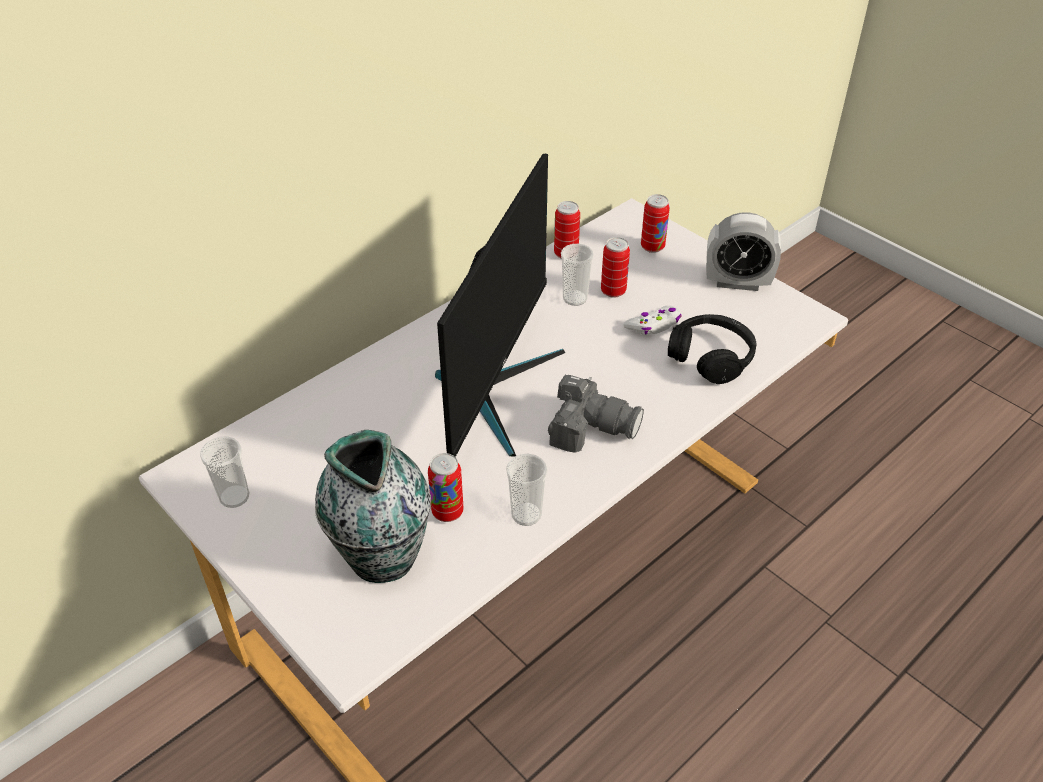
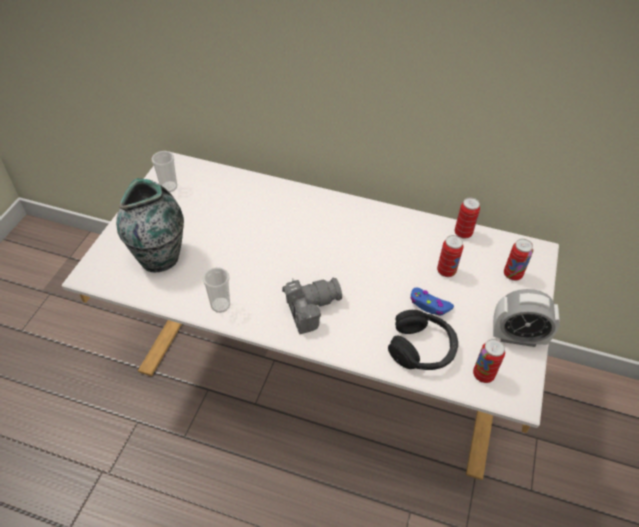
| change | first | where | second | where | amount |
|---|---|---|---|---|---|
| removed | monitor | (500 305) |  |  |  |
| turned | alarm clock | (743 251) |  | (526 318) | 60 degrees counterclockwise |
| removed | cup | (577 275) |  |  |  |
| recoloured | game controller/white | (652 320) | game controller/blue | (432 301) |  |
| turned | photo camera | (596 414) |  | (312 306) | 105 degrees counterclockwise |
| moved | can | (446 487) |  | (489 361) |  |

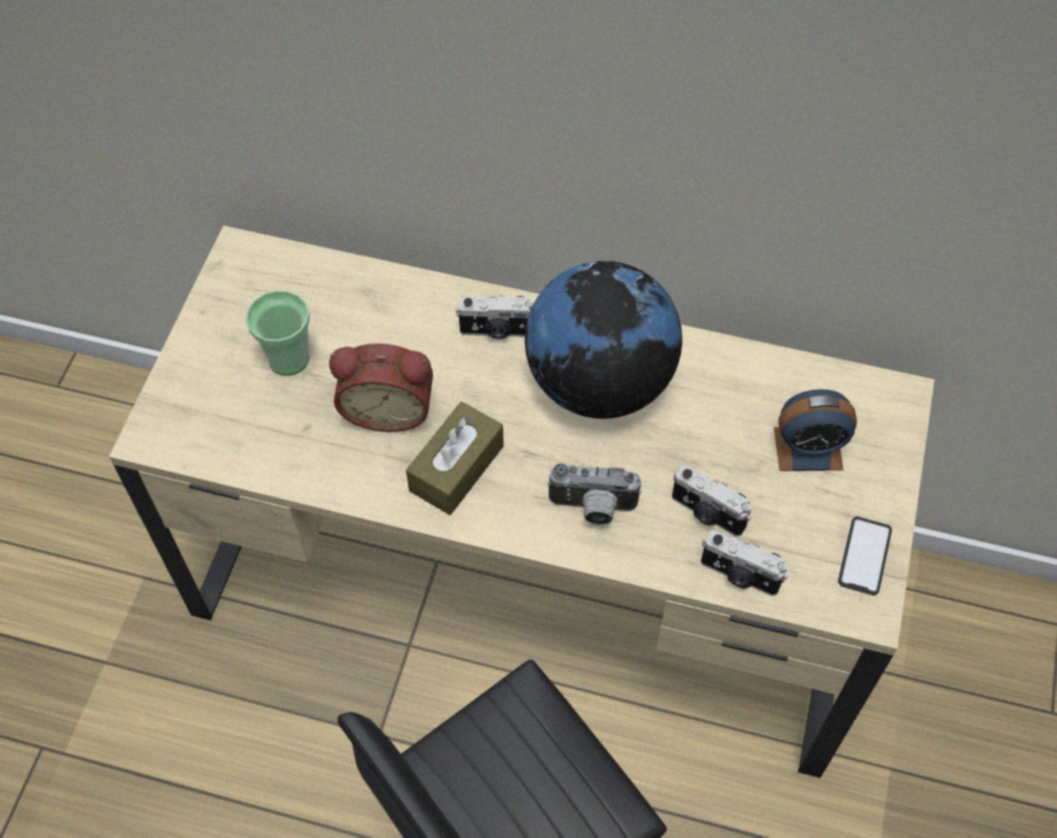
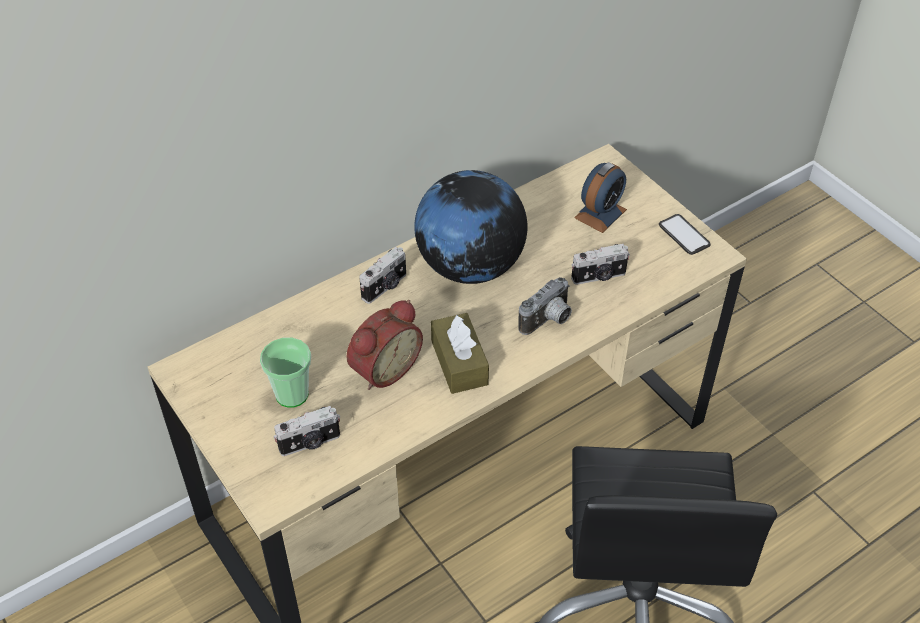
| change | first | where | second | where | amount |
|---|---|---|---|---|---|
| moved | photo camera | (744 563) |  | (306 431) |  |

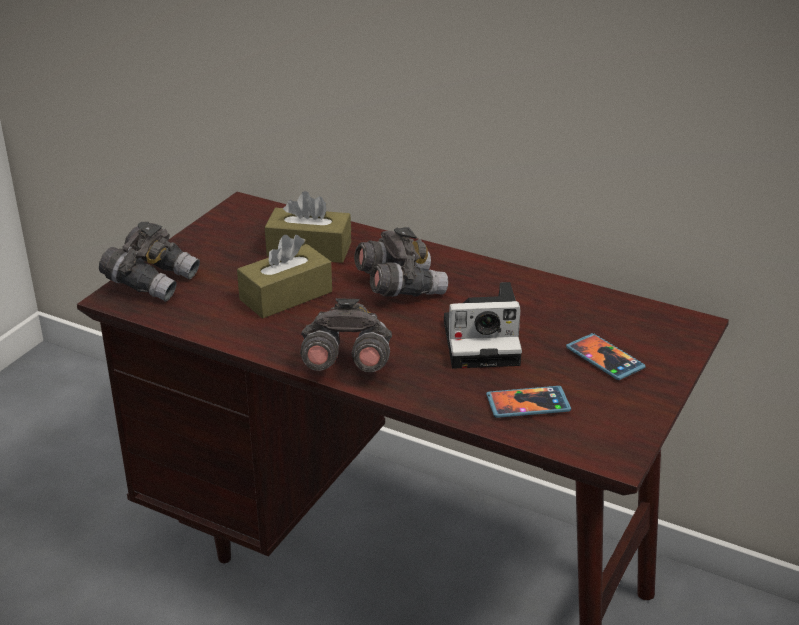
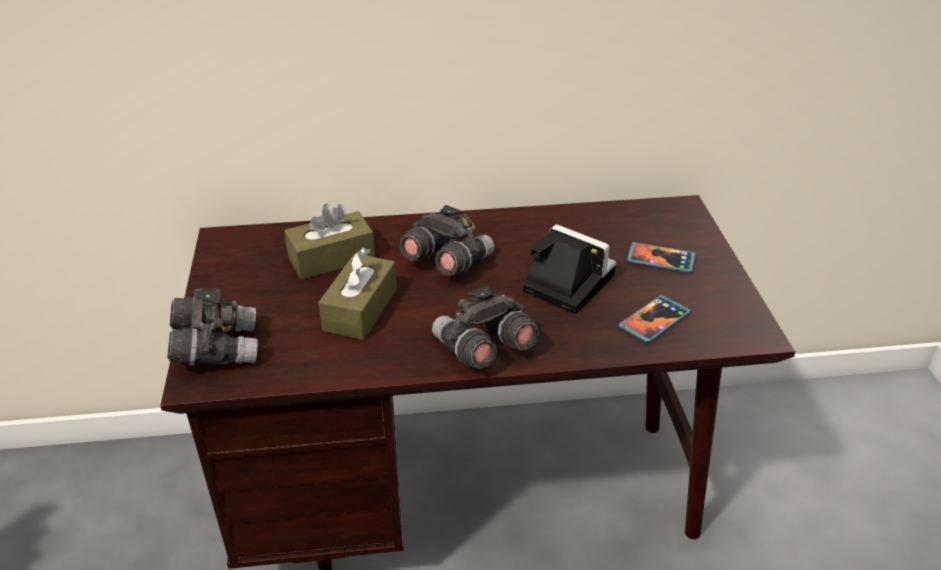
| change | first | where | second | where | amount |
|---|---|---|---|---|---|
| turned | photo camera | (483 325) |  | (569 269) | 105 degrees counterclockwise |

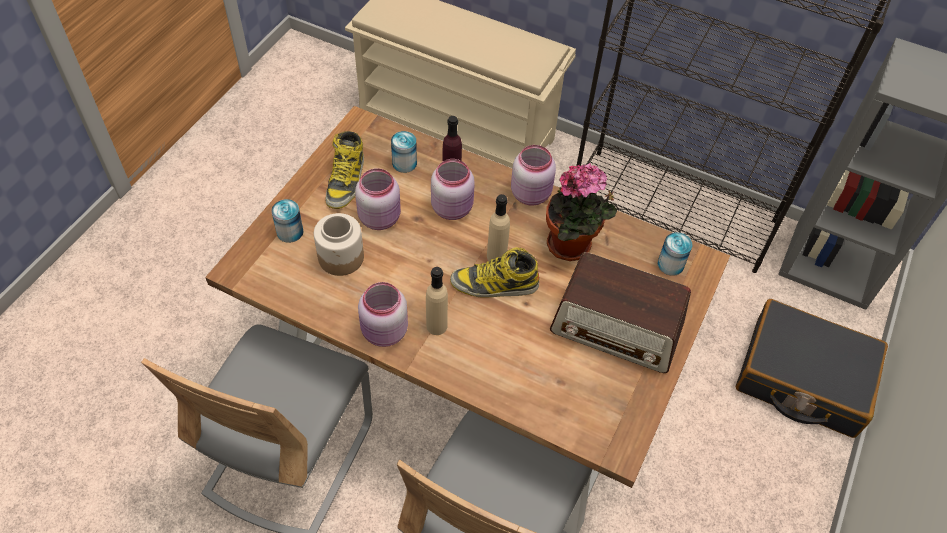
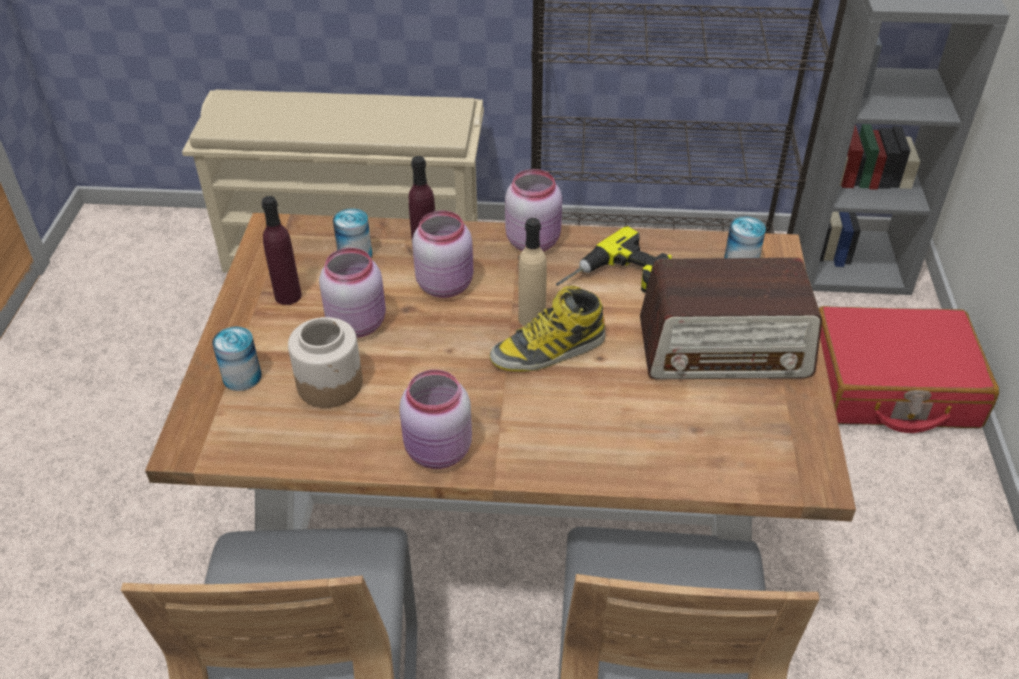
| change | first | where | second | where | amount |
|---|---|---|---|---|---|
| replaced | boot | (345 170) | bottle/purple | (281 250) |  |
| replaced | potted plant | (581 212) | power drill | (614 259) |  |
| removed | bottle/beige | (437 301) |  |  |  |
| recoloured | suitcase/black | (812 368) | suitcase/red | (909 369) |  |

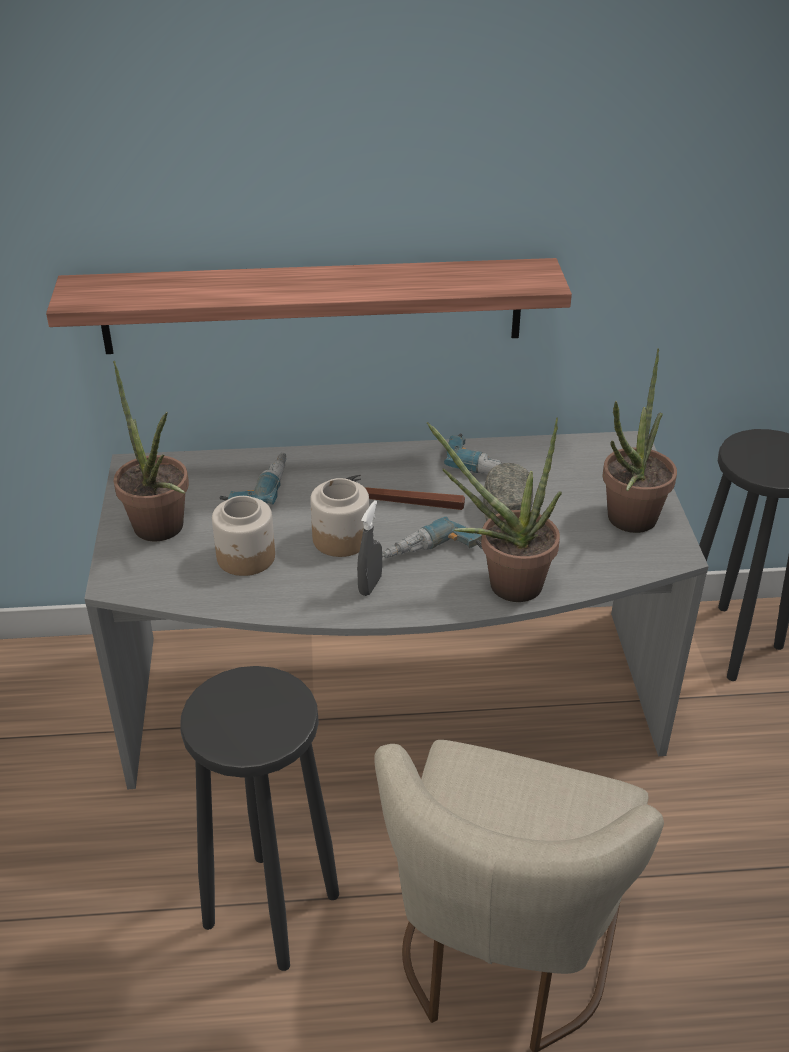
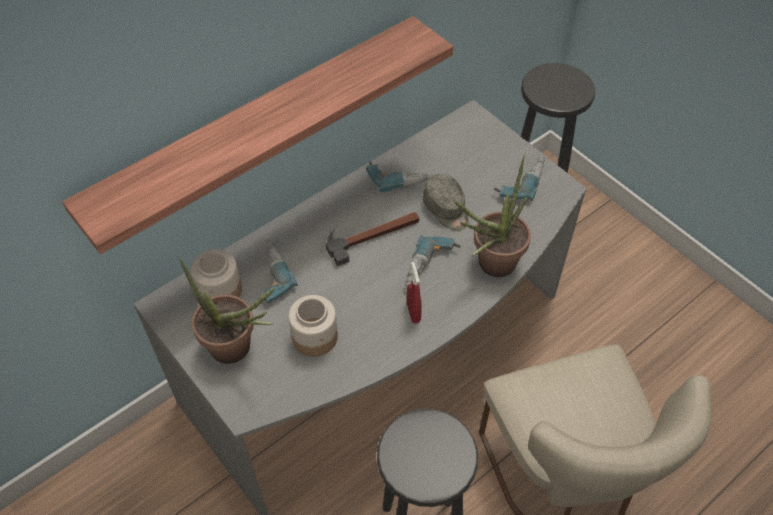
| change | first | where | second | where | amount |
|---|---|---|---|---|---|
| replaced | potted plant | (639 440) | power drill | (519 178) |  |
| moved | jar | (339 517) |  | (216 274) |  |
| recoloured | spray bottle/grey | (369 548) | spray bottle/red | (414 293) |  |

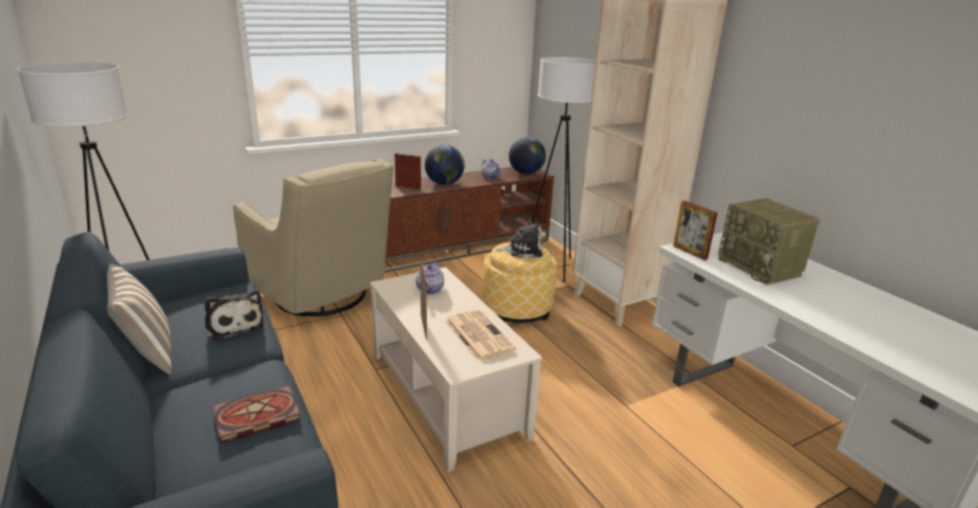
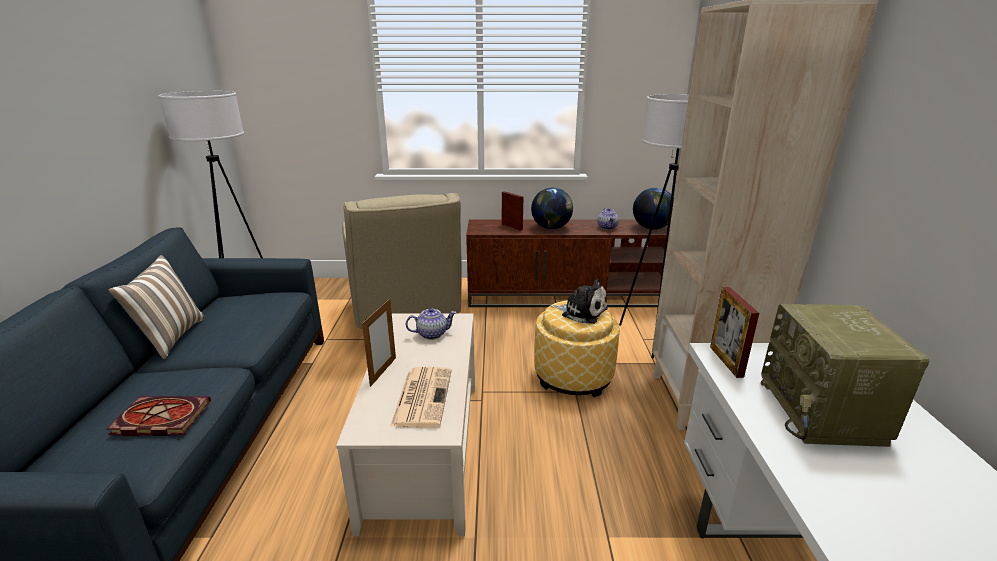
| change | first | where | second | where | amount |
|---|---|---|---|---|---|
| turned | teapot | (430 278) |  | (431 324) | 150 degrees counterclockwise |
| removed | plush toy | (235 315) |  |  |  |

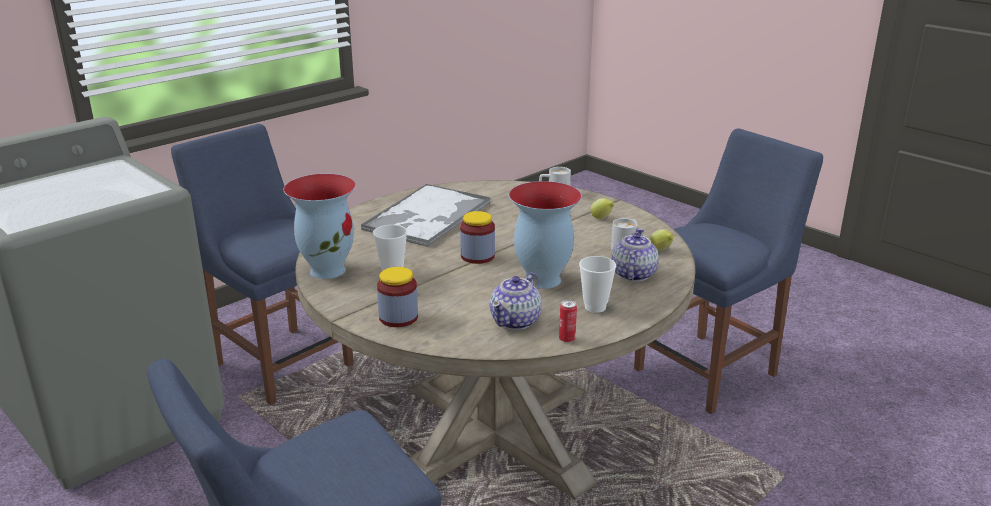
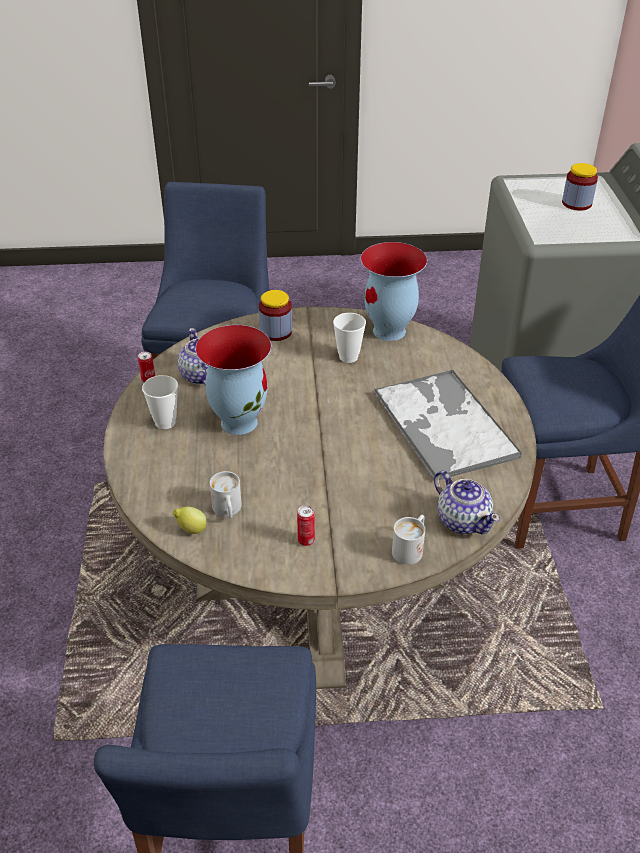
| change | first | where | second | where | amount |
|---|---|---|---|---|---|
| replaced | lemon | (602 208) | can | (306 525) |  |
| moved | jar | (477 237) |  | (580 186) |  |
| moved | teapot | (635 255) |  | (467 502) |  |

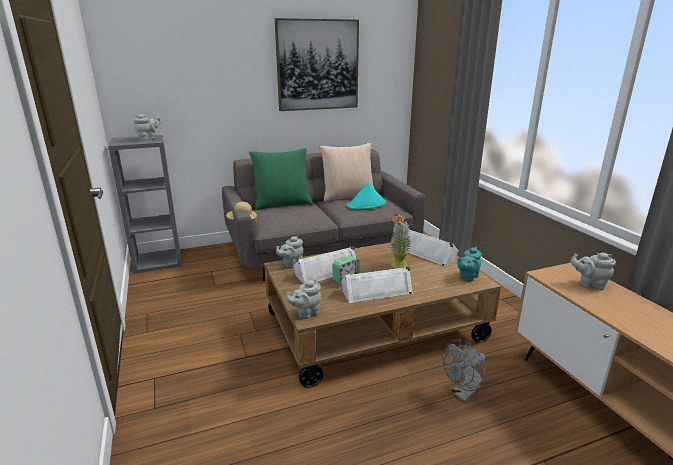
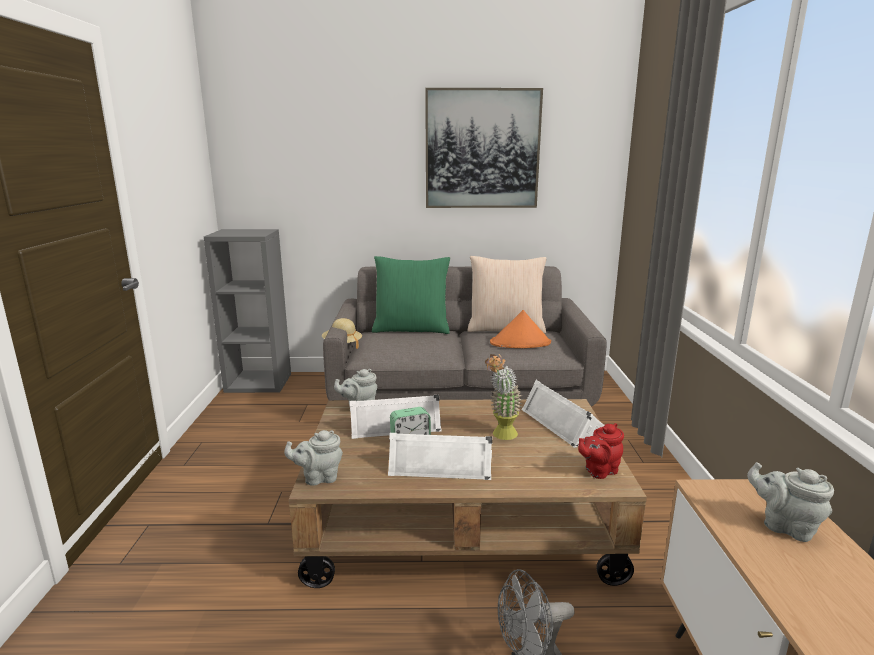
| change | first | where | second | where | amount |
|---|---|---|---|---|---|
| removed | teapot/grey | (147 127) |  |  |  |
| recoloured | hat/turquoise | (366 195) | hat/orange | (520 329) |  |
| recoloured | teapot/turquoise | (469 263) | teapot/red | (601 451) |  |

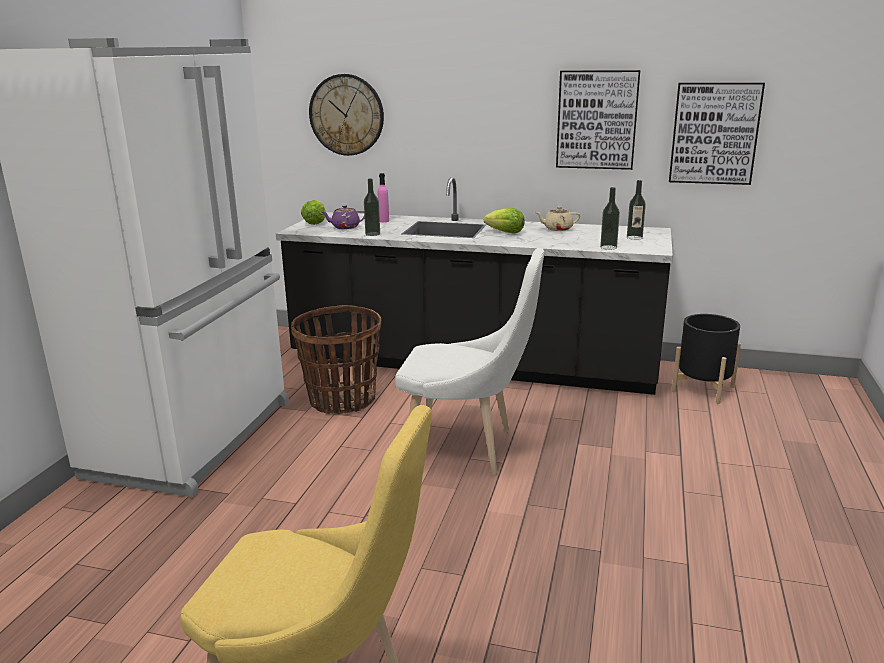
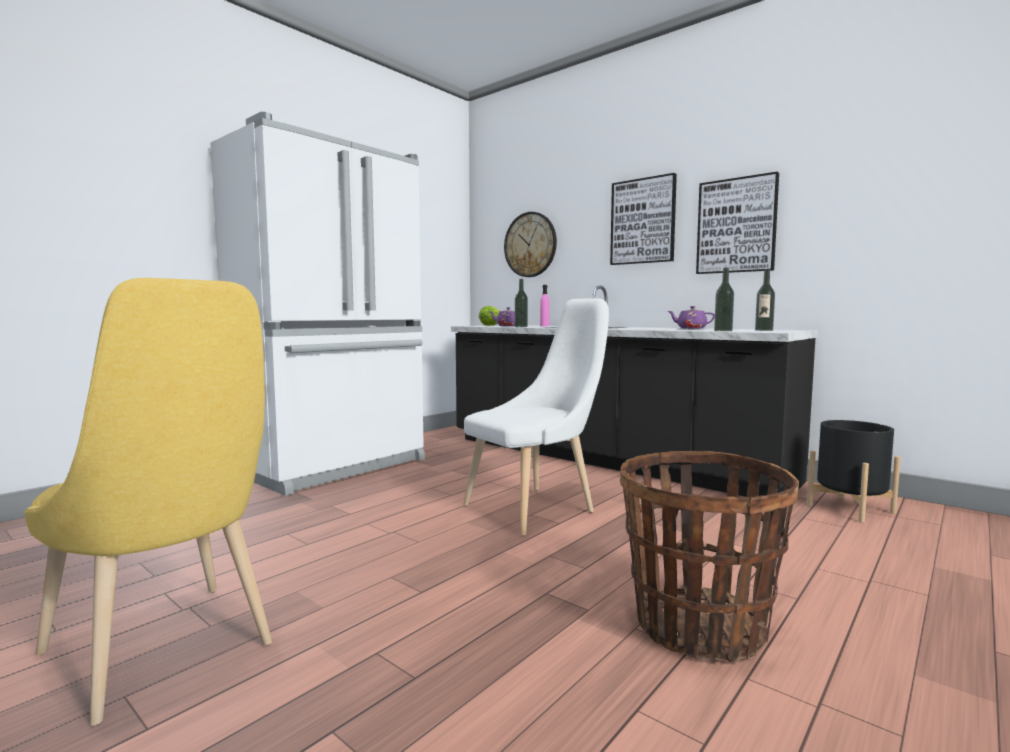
| change | first | where | second | where | amount |
|---|---|---|---|---|---|
| moved | picture | (717 134) |  | (643 219) |  |
| recoloured | teapot/beige | (557 218) | teapot/purple | (691 317) |  |
| removed | lettuce | (504 221) |  |  |  |
| turned | chair/white | (470 361) |  | (536 417) | 75 degrees counterclockwise |
| moved | basket | (336 359) |  | (709 556) |  |

